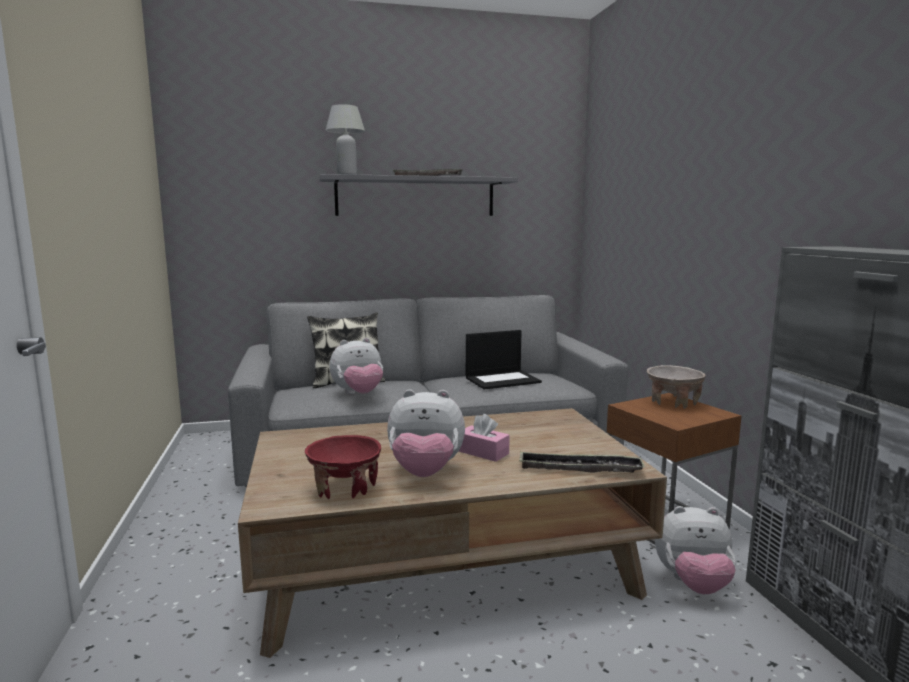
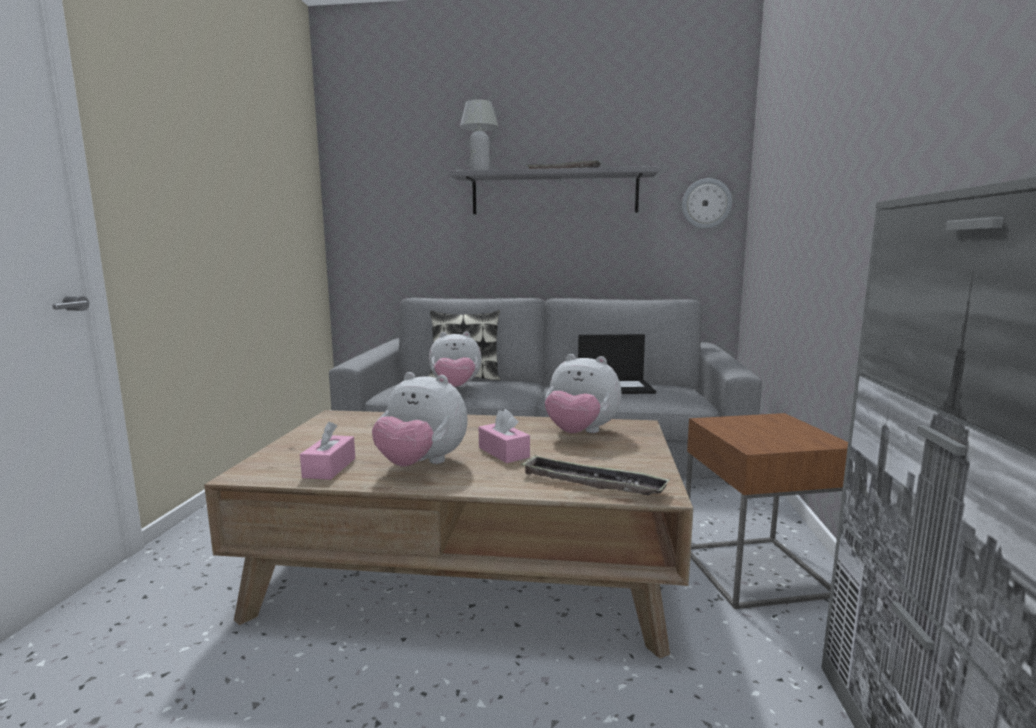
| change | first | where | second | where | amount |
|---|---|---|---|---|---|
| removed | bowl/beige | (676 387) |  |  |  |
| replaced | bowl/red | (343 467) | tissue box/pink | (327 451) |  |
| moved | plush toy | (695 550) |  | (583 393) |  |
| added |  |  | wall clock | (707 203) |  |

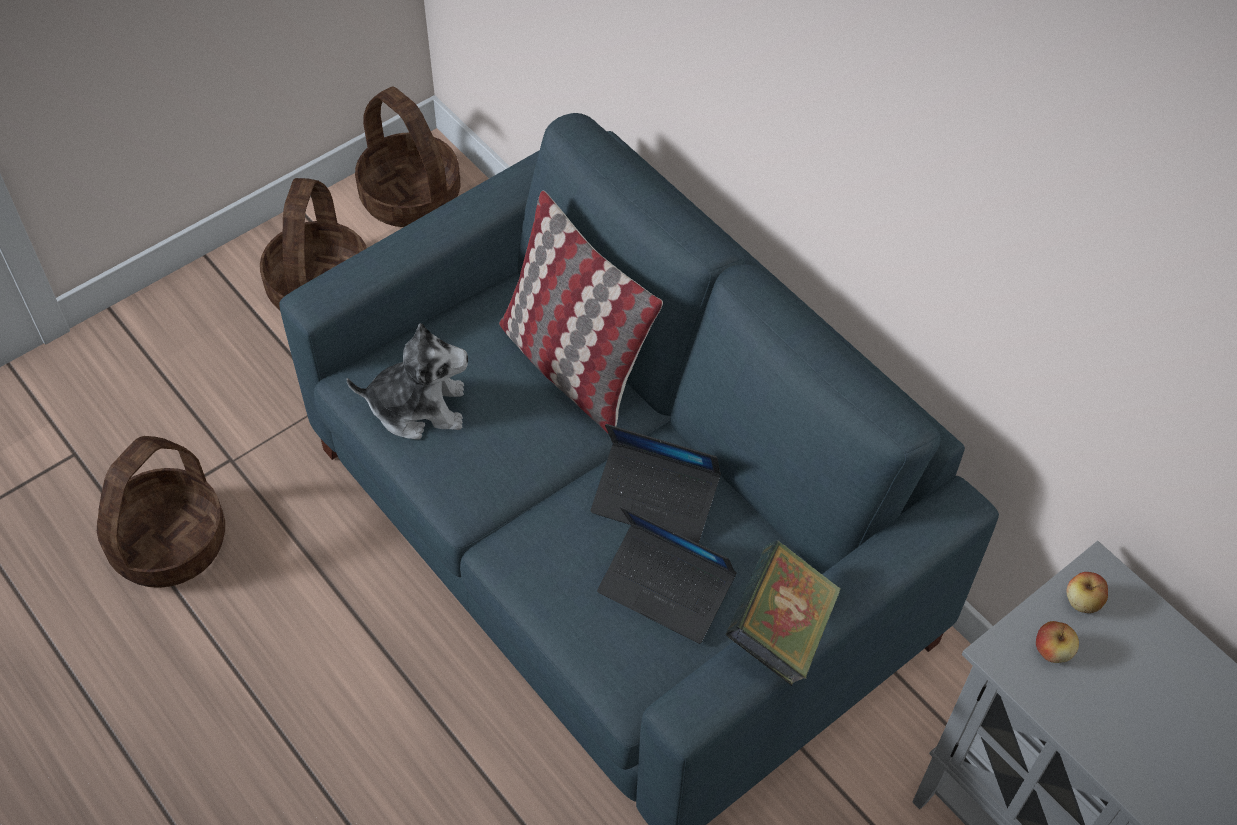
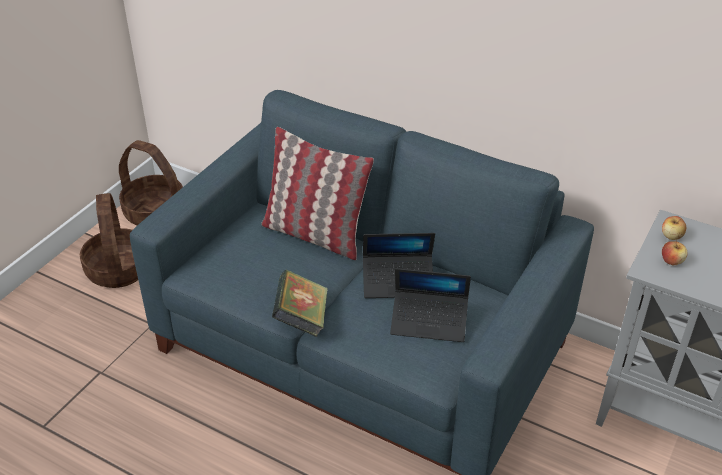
| change | first | where | second | where | amount |
|---|---|---|---|---|---|
| removed | plush toy | (407 381) |  |  |  |
| removed | basket | (161 512) |  |  |  |
| moved | book | (783 613) |  | (300 303) |  |

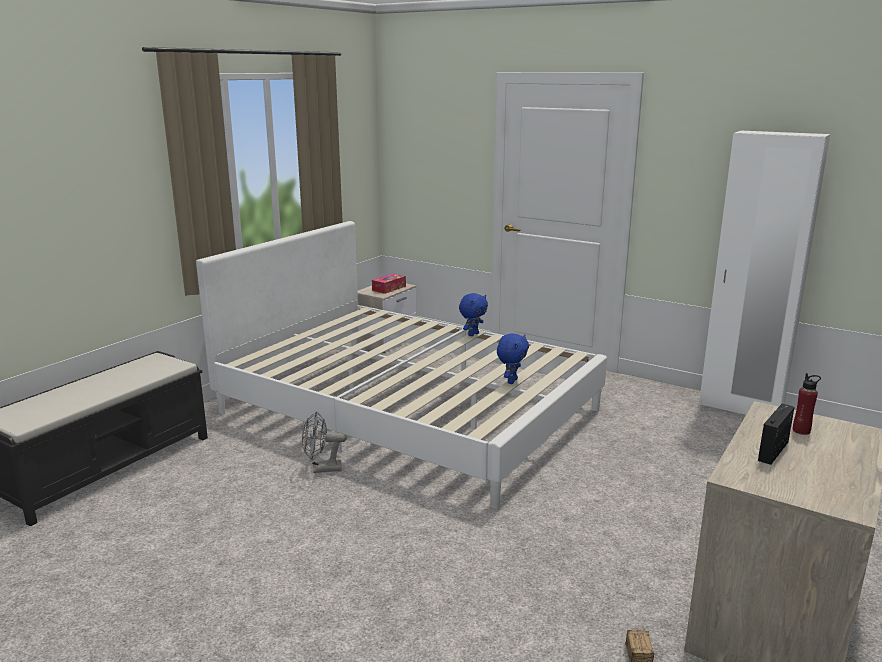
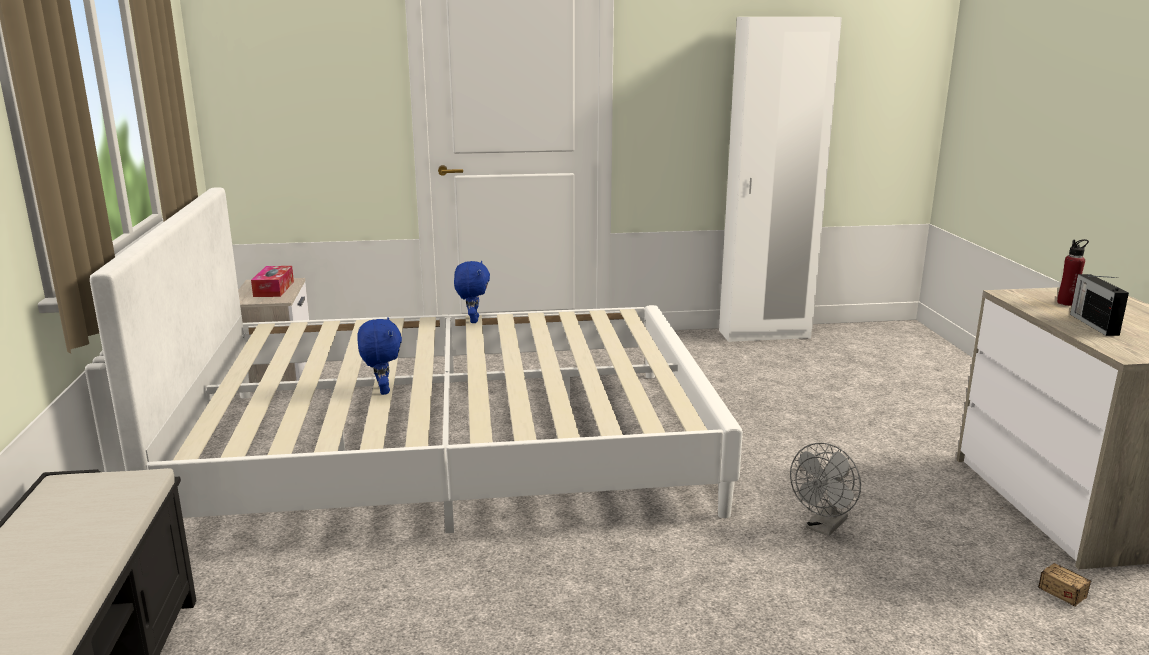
| change | first | where | second | where | amount |
|---|---|---|---|---|---|
| moved | plush toy/blue | (513 358) |  | (379 356) |  |
| moved | fan/grey | (324 442) |  | (825 489) |  |

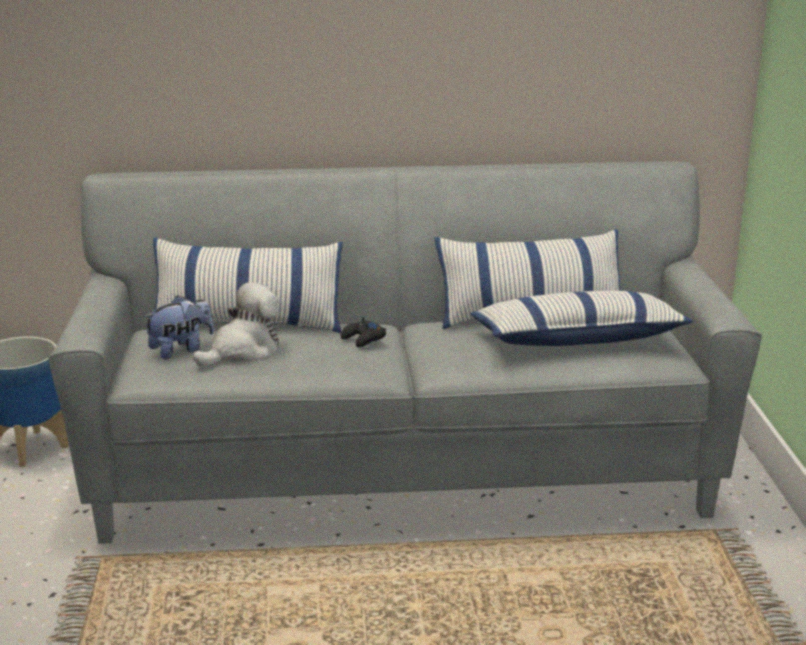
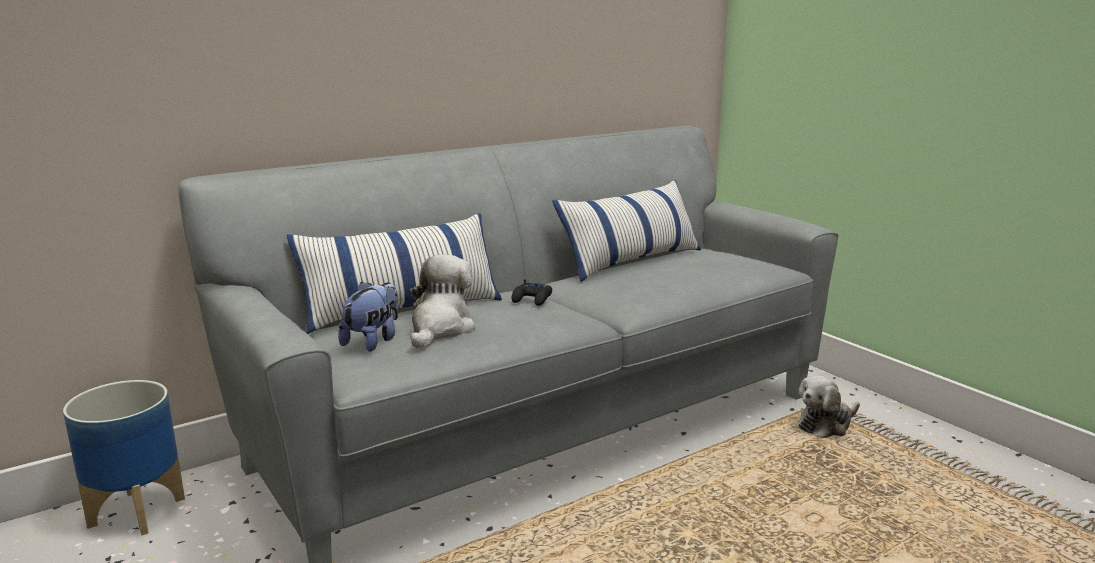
| change | first | where | second | where | amount |
|---|---|---|---|---|---|
| removed | pillow | (581 318) |  |  |  |
| added |  |  | plush toy | (829 407) |  |

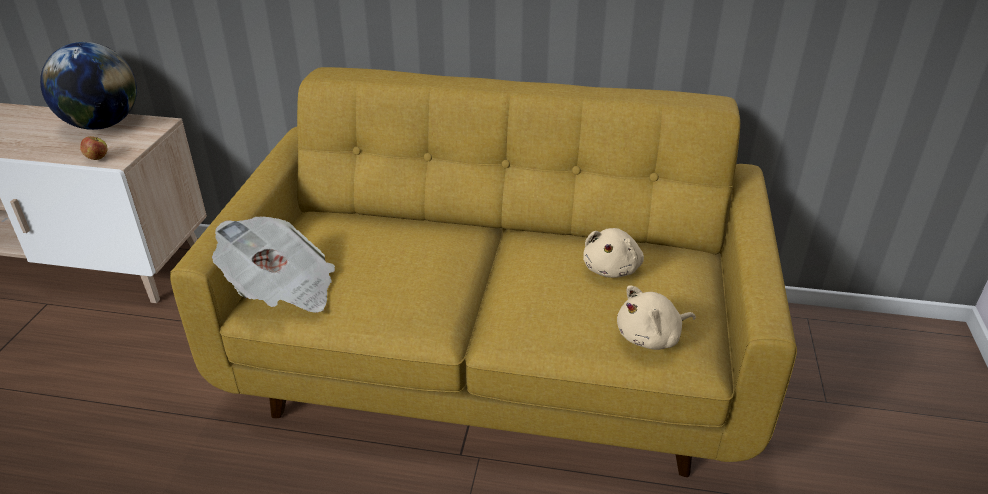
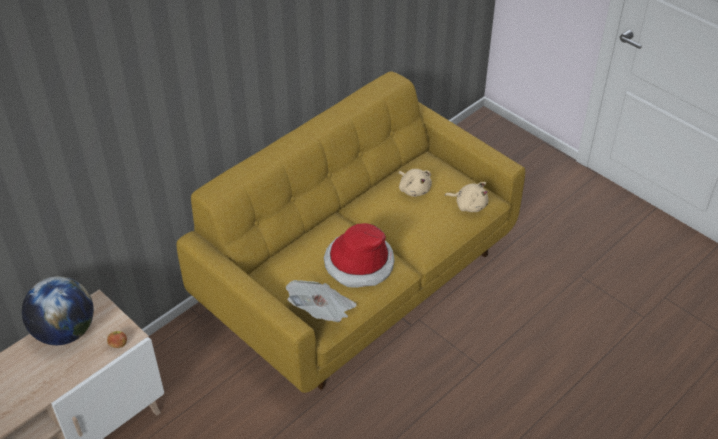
| change | first | where | second | where | amount |
|---|---|---|---|---|---|
| turned | plush toy/beige | (656 317) |  | (466 197) | 75 degrees counterclockwise |
| added |  |  | hat | (359 255) |  |

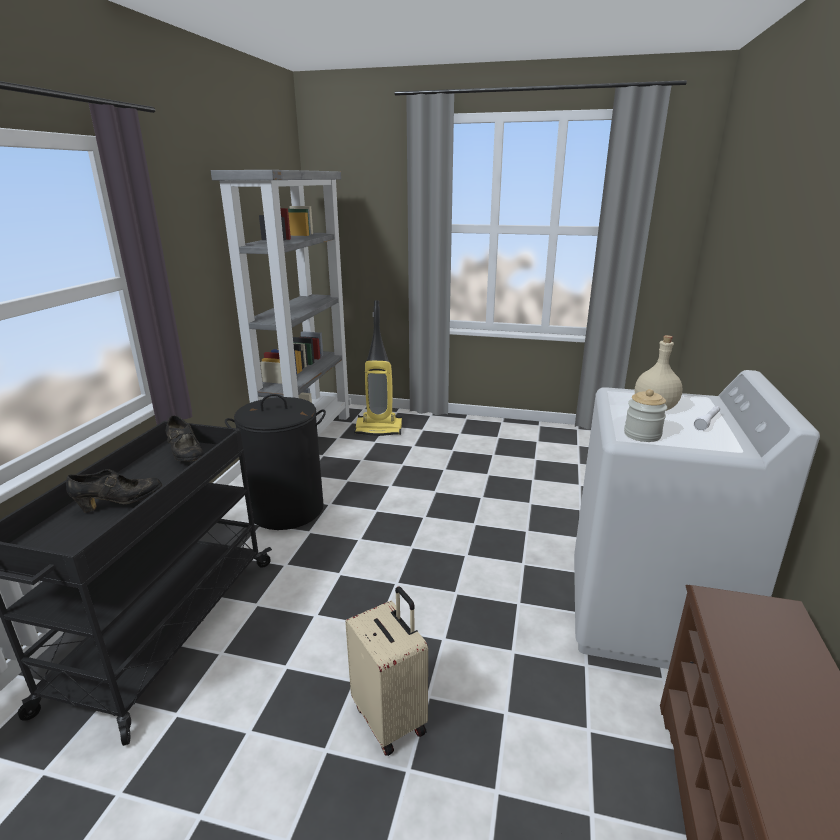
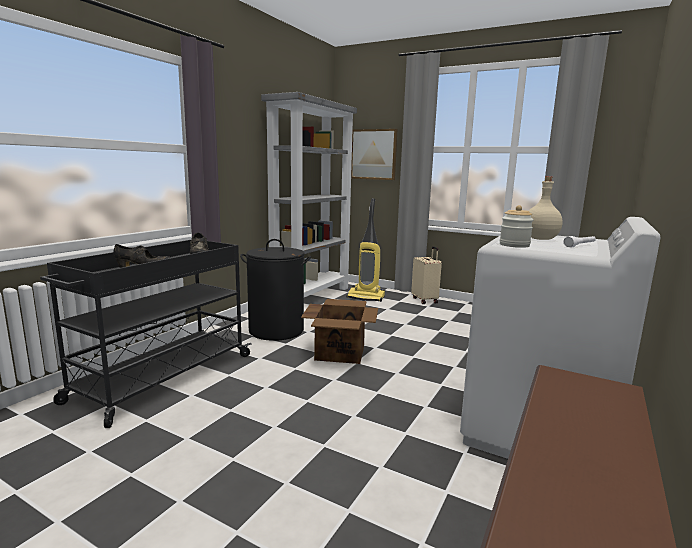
| change | first | where | second | where | amount |
|---|---|---|---|---|---|
| moved | suitcase/beige | (386 671) |  | (426 275) |  |
| added |  |  | picture | (374 154) |  |
| added |  |  | cardboard box | (339 331) |  |

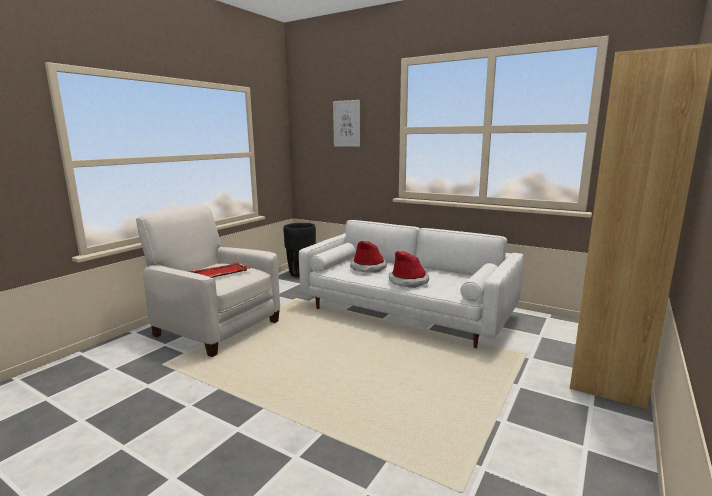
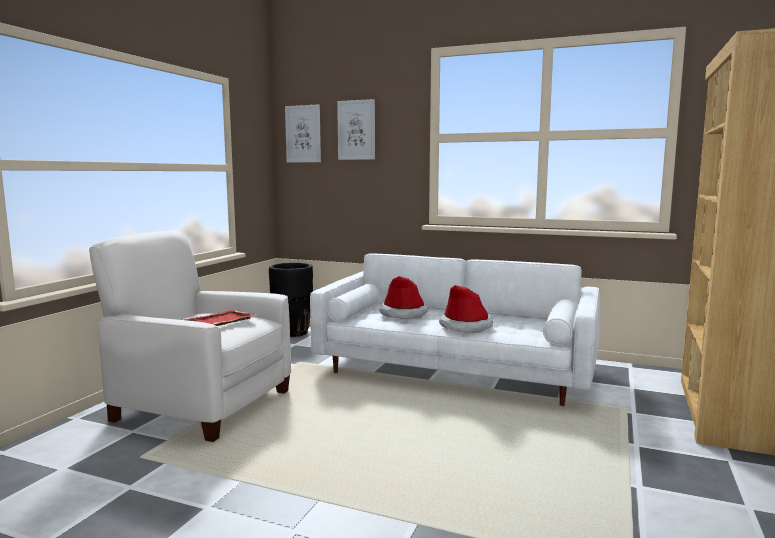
| change | first | where | second | where | amount |
|---|---|---|---|---|---|
| added |  |  | picture | (303 133) |  |

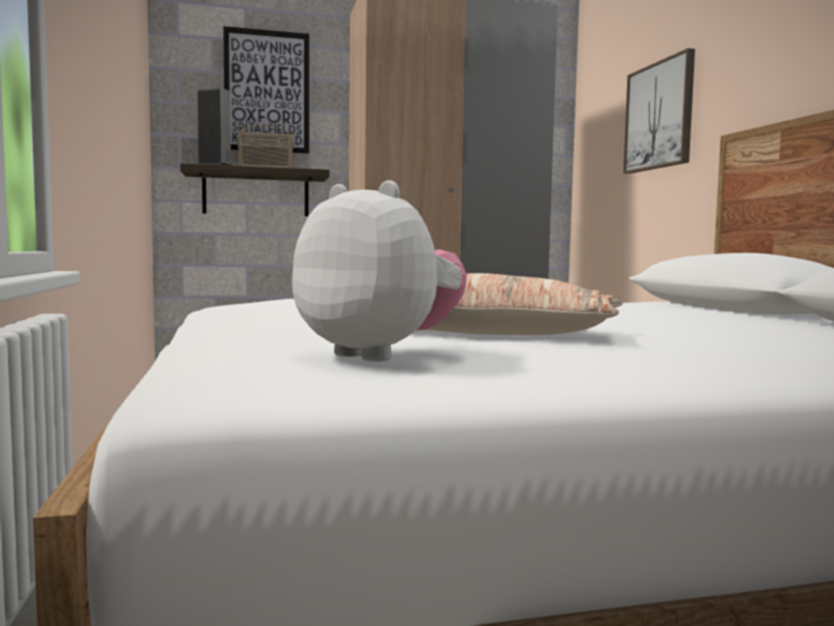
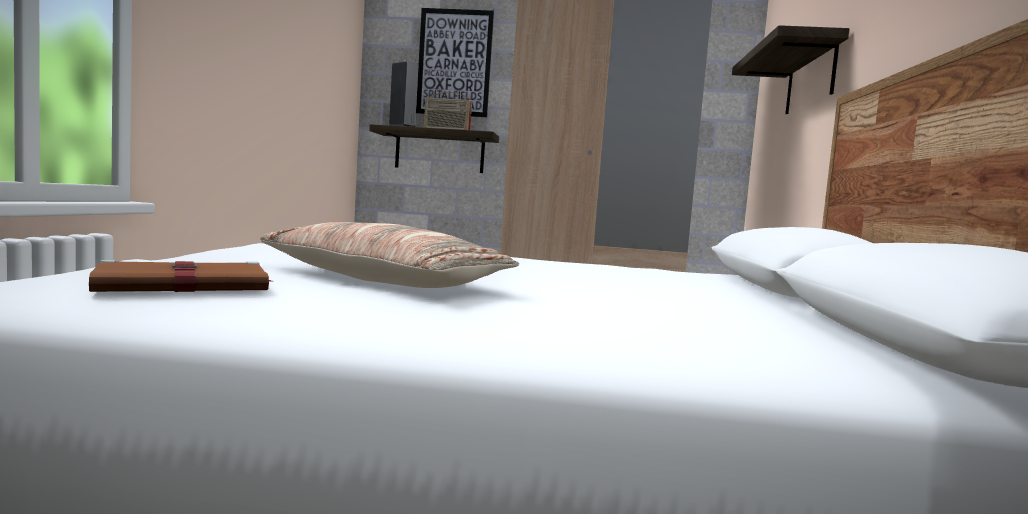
| change | first | where | second | where | amount |
|---|---|---|---|---|---|
| replaced | picture | (659 111) | shelf | (790 69) |  |
| replaced | plush toy | (379 271) | book/brown | (180 276) |  |

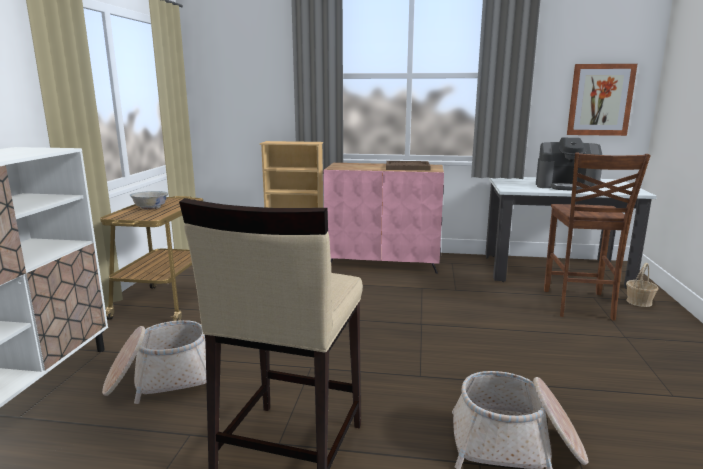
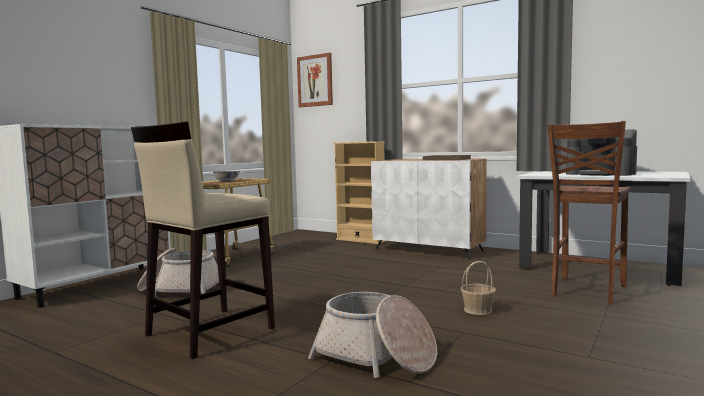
| change | first | where | second | where | amount |
|---|---|---|---|---|---|
| moved | picture | (602 100) |  | (315 80) |  |
| recoloured | cabinet/pink | (383 218) | cabinet/white | (429 209) |  |
| moved | basket | (642 285) |  | (478 288) |  |

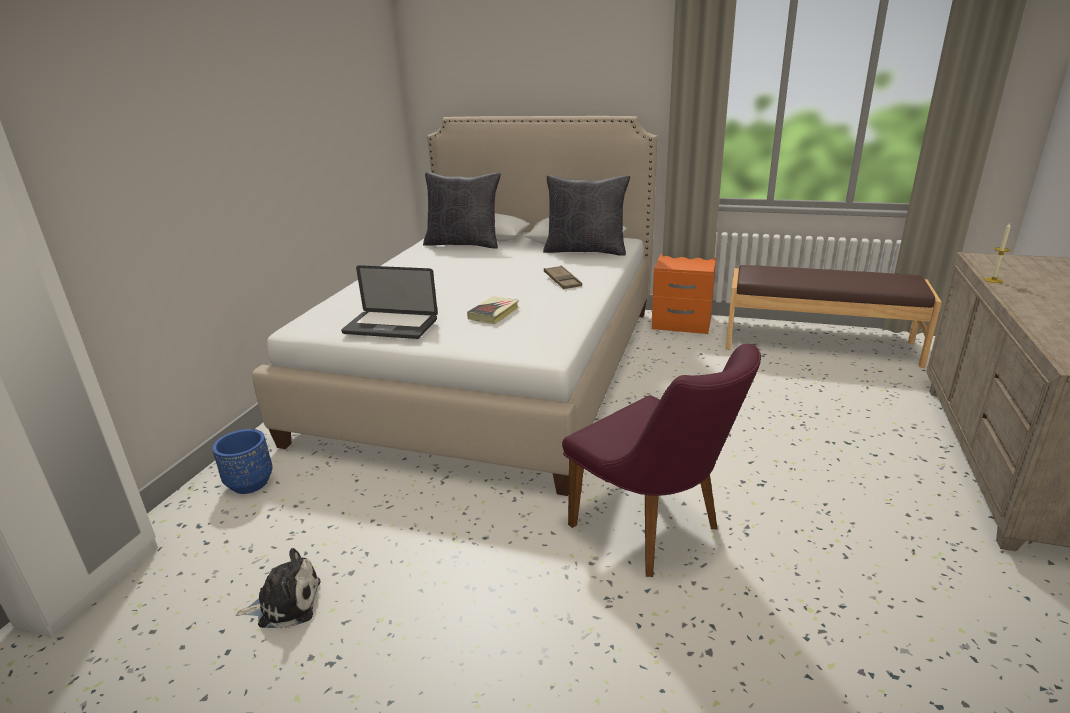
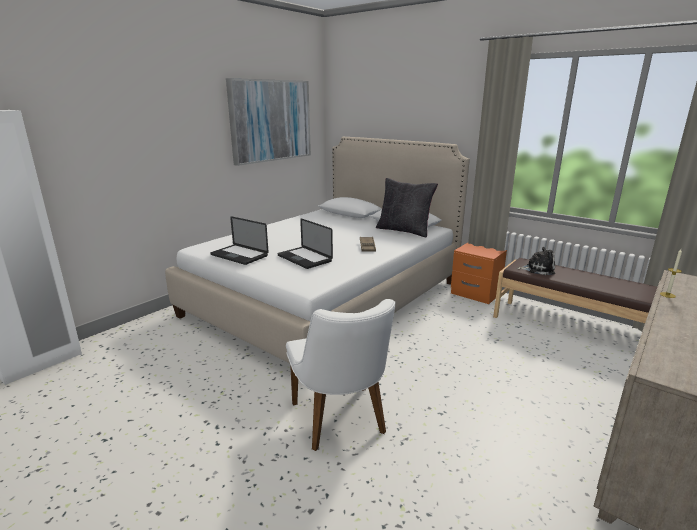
| change | first | where | second | where | amount |
|---|---|---|---|---|---|
| removed | pillow/black | (462 210) |  |  |  |
| replaced | book | (493 310) | laptop | (305 243) |  |
| recoloured | chair/purple | (661 460) | chair/white | (340 375) |  |
| removed | planter/blue | (242 461) |  |  |  |
| moved | plush toy | (278 588) |  | (535 261) |  |
| added |  |  | picture | (268 122) |  |

